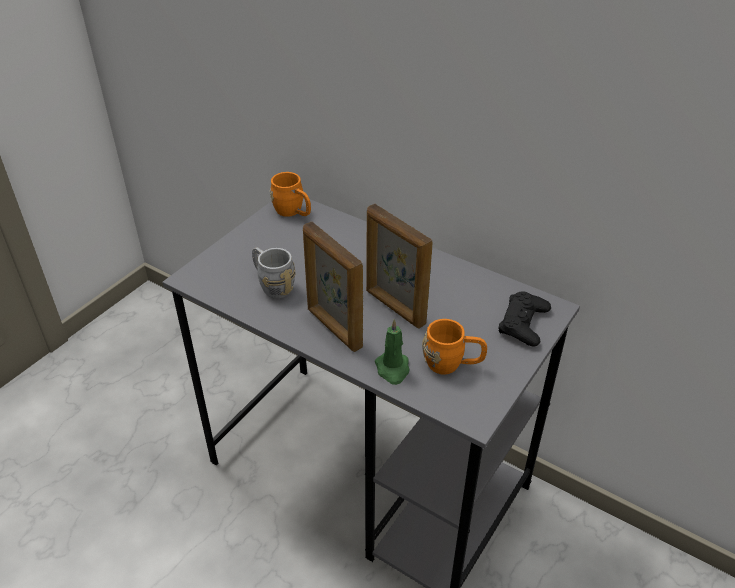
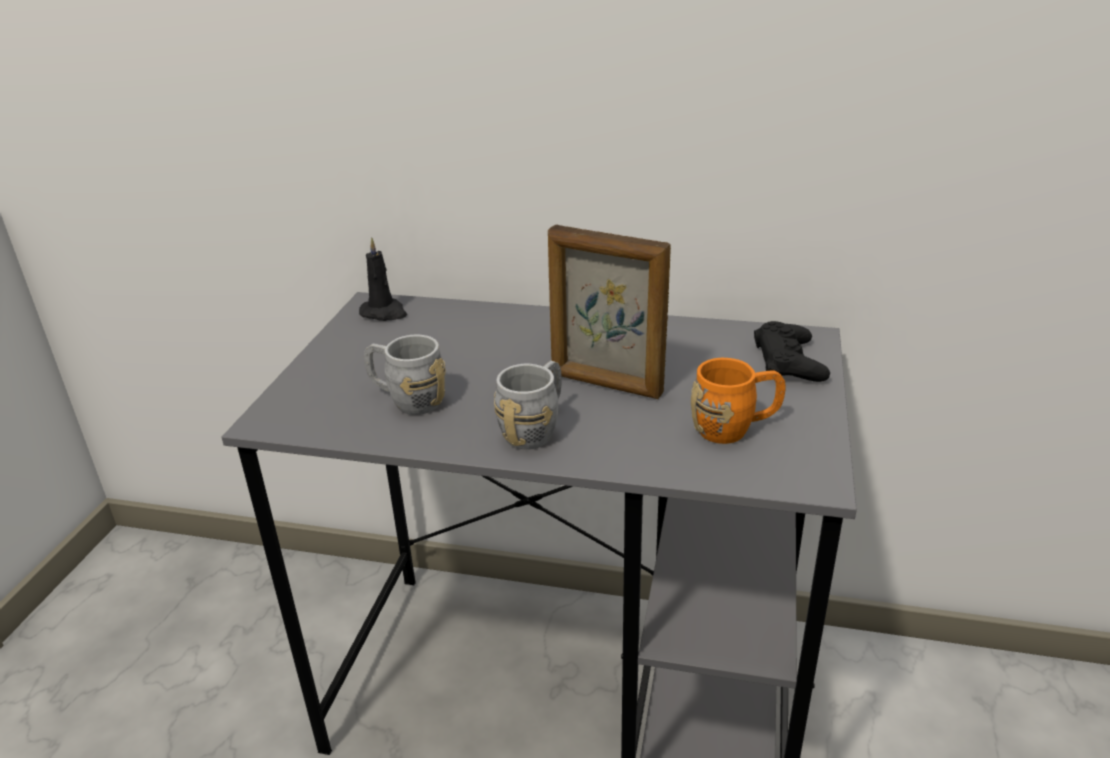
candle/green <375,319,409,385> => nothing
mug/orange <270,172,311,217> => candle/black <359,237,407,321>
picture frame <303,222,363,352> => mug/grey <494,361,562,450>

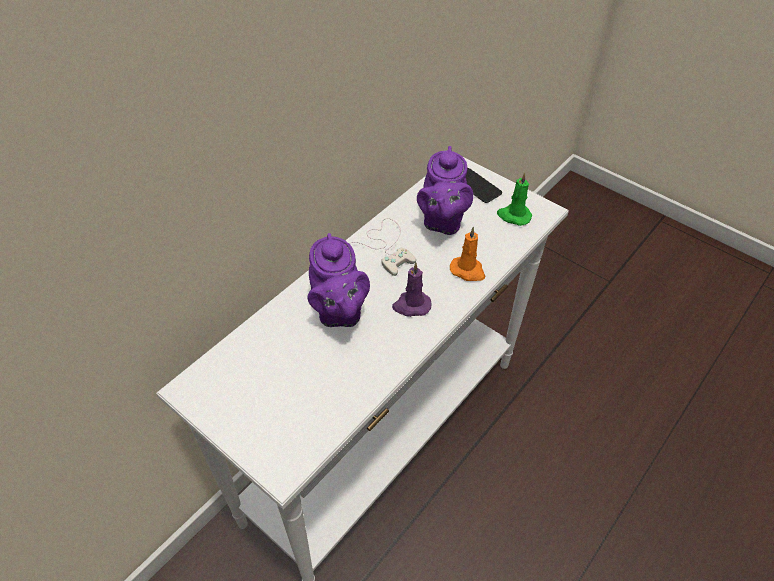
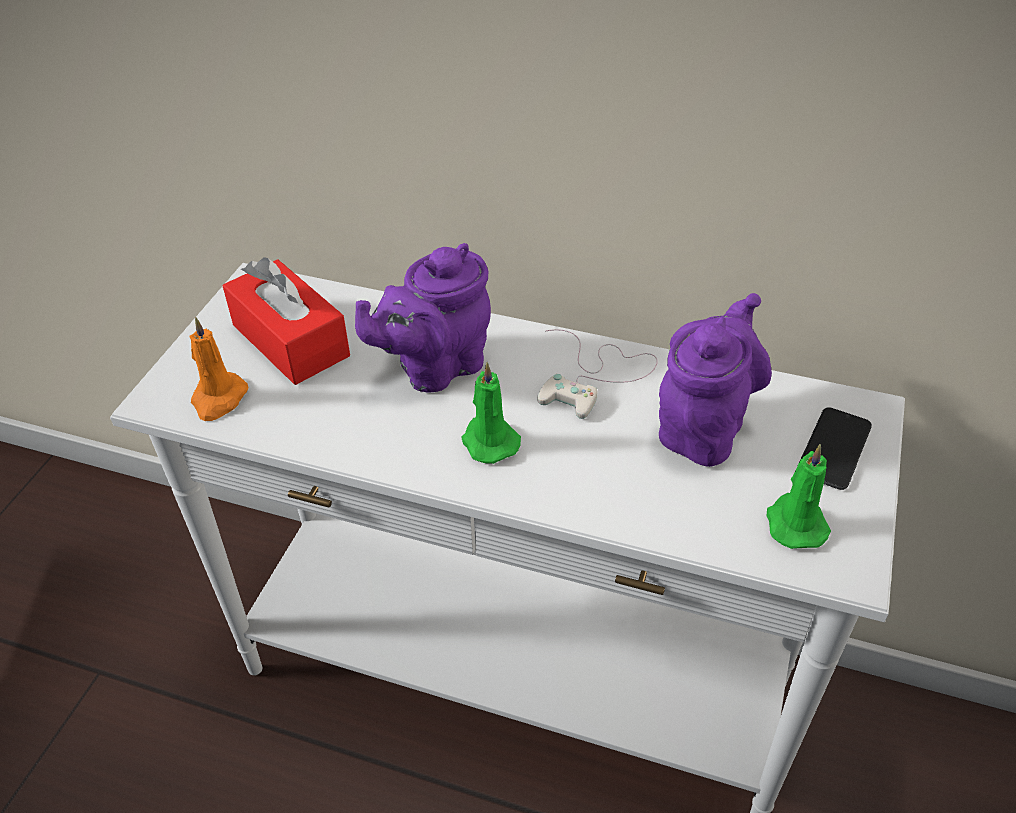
nothing => tissue box/red <223,257,350,385>
candle/orange <450,226,485,281> => candle/orange <189,317,248,421>, move
candle/purple <392,262,432,317> => candle/green <461,362,521,464>
teapot/purple <417,146,473,235> => teapot/purple <659,293,772,467>, 135 degrees clockwise

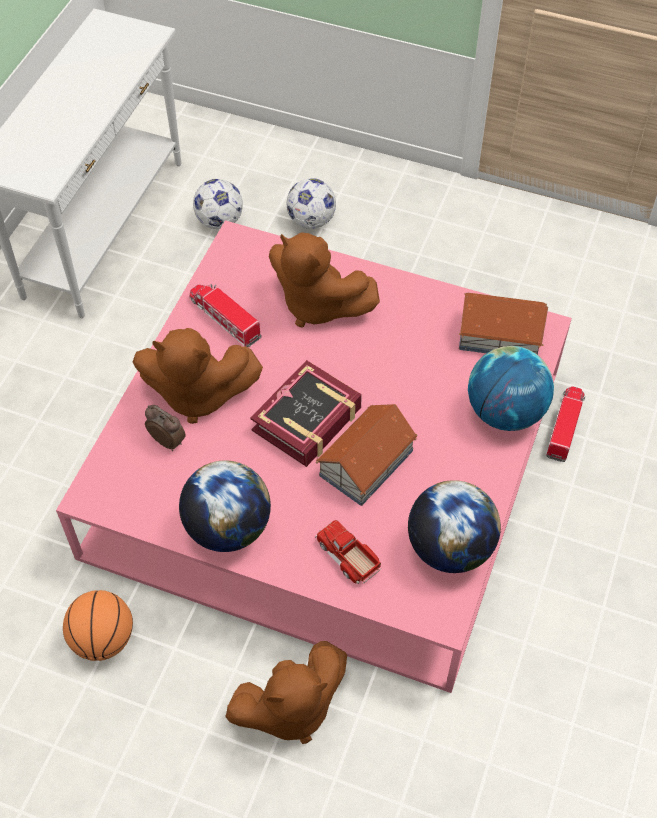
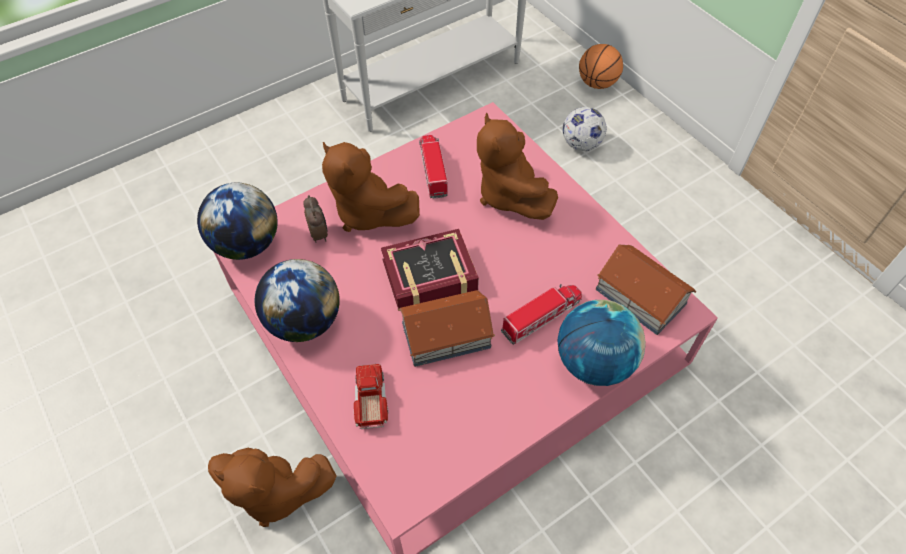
football <193,179,243,229> => nothing
basketball <63,590,133,661> => basketball <579,44,623,89>, move
globe <408,480,501,573> => globe <197,183,278,260>, move
toy truck <546,386,585,462> => toy truck <501,284,582,345>, move

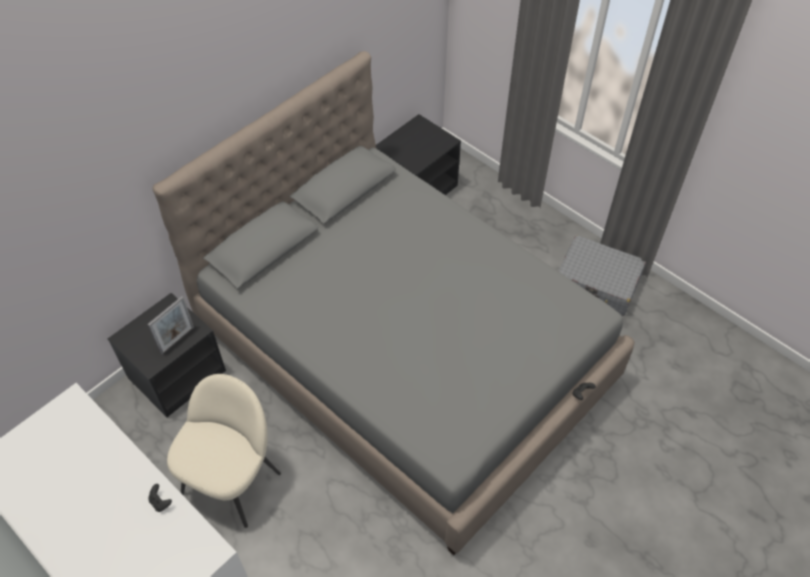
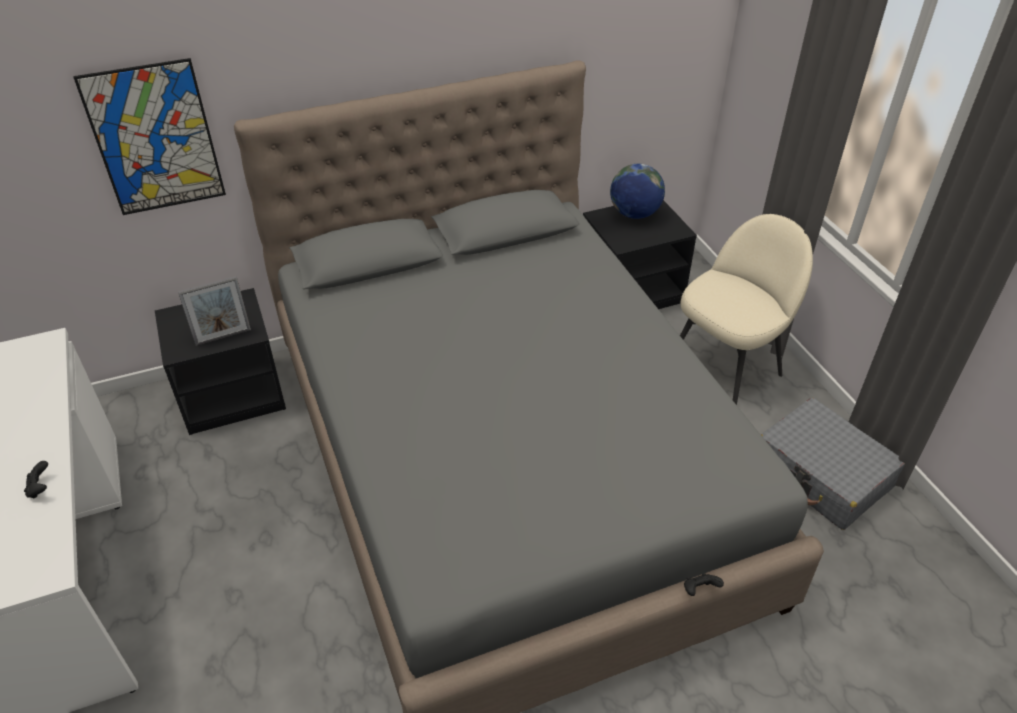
nothing => picture <73,58,226,215>
nothing => globe <610,164,665,219>
chair/beige <167,374,281,528> => chair/beige <680,214,813,405>, move

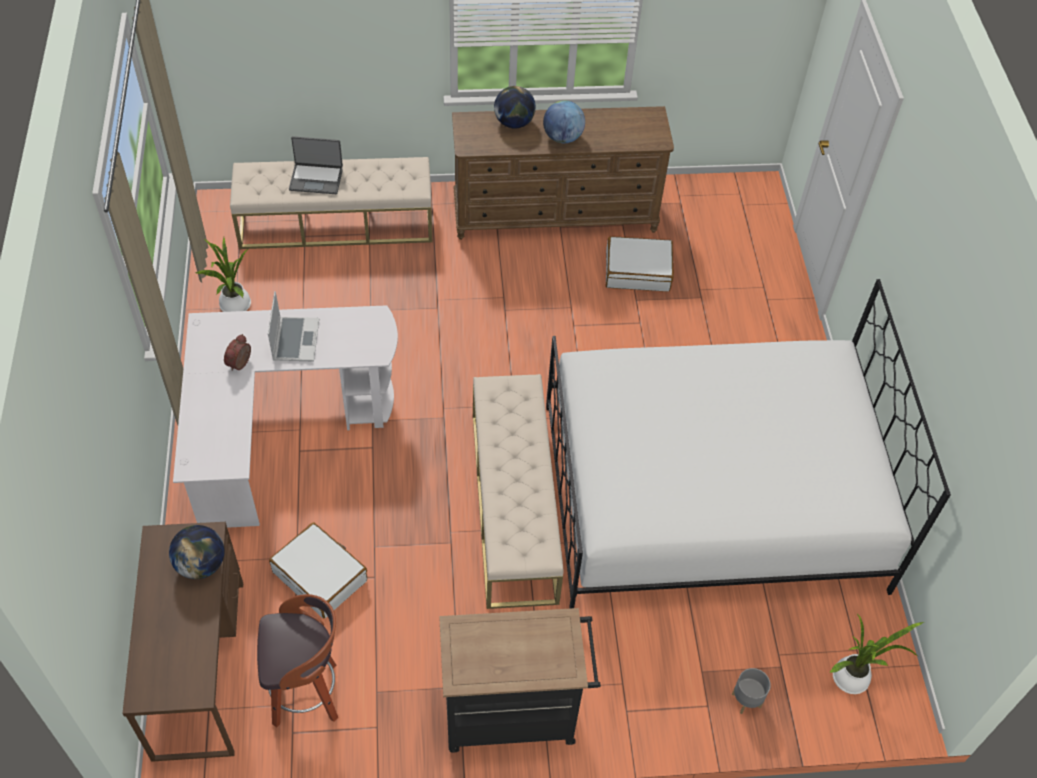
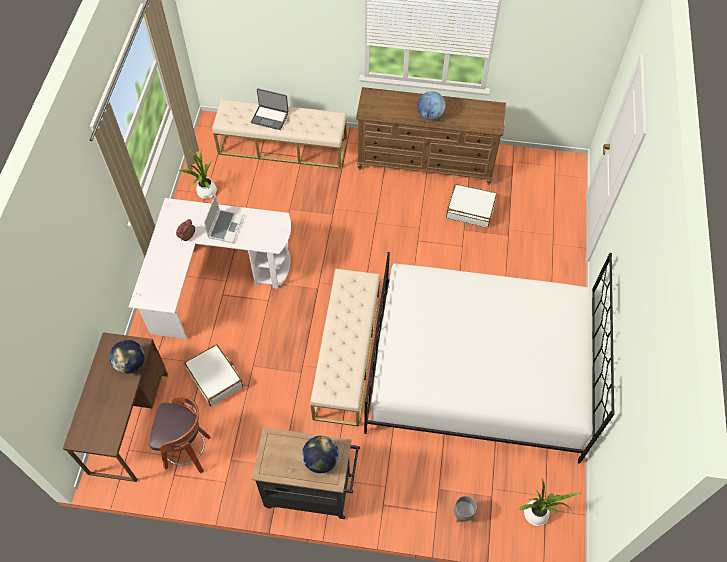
globe <494,86,536,129> => globe <302,436,339,473>, move

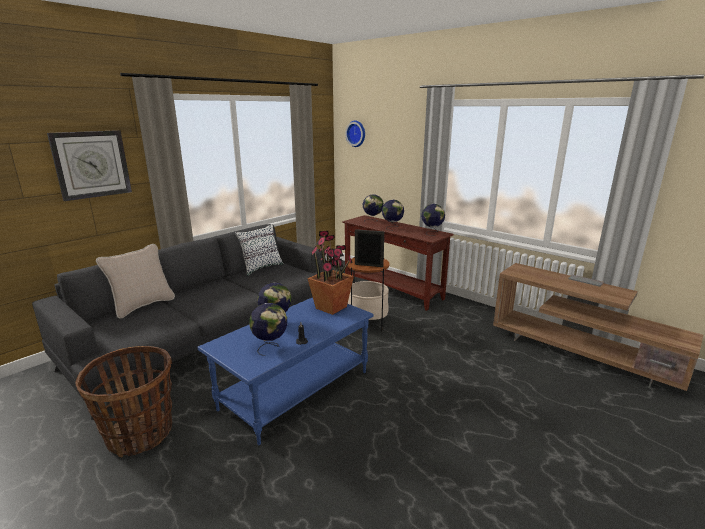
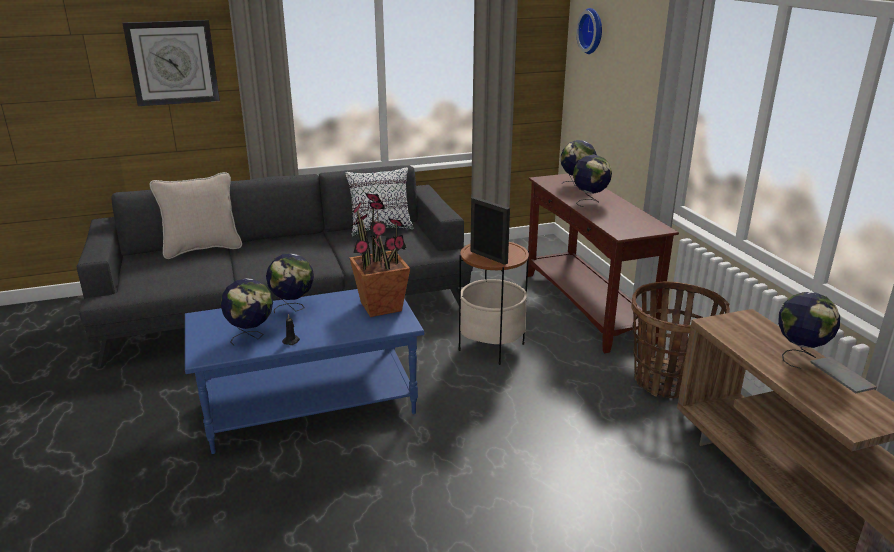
basket <75,346,172,458> => basket <631,281,730,398>, move
globe <421,204,445,236> => globe <778,292,840,369>, move

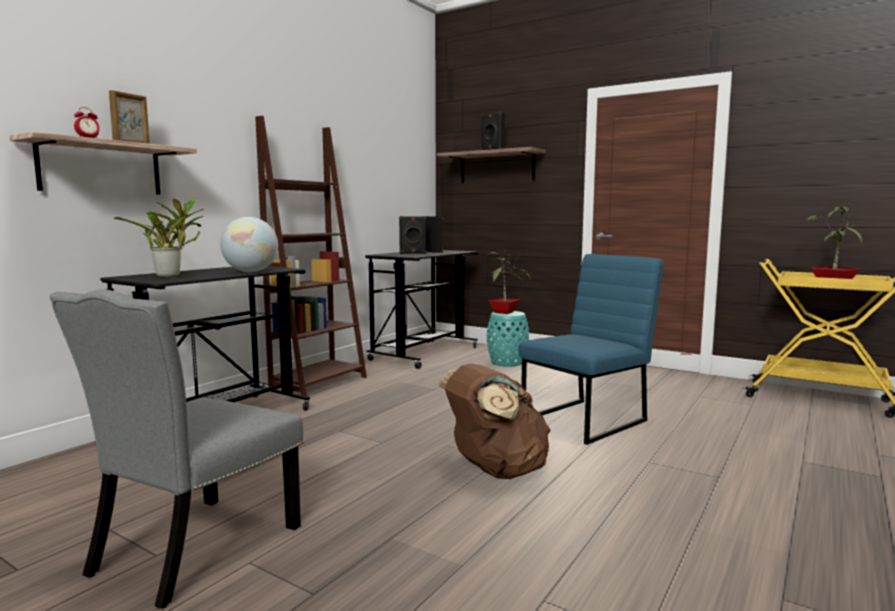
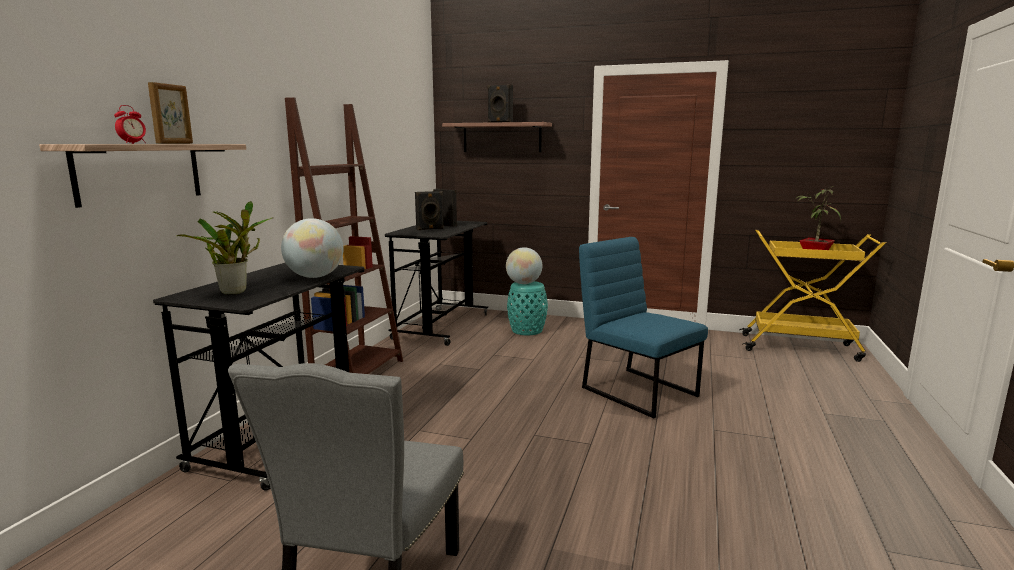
backpack/brown <438,363,550,479> => nothing
potted plant <486,249,531,314> => globe <506,247,542,284>
chair/blue <519,254,663,445> => chair/blue <579,237,708,418>, 75 degrees counterclockwise

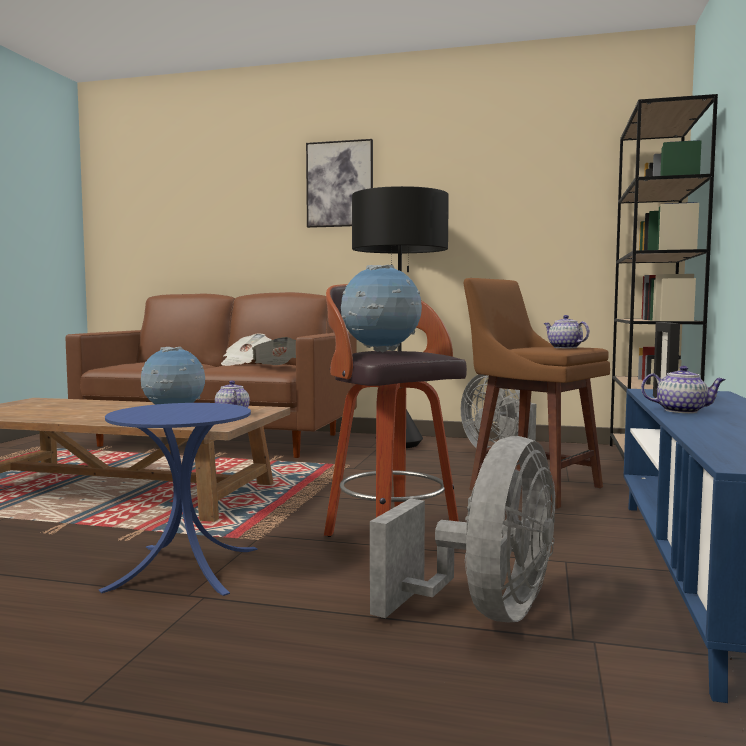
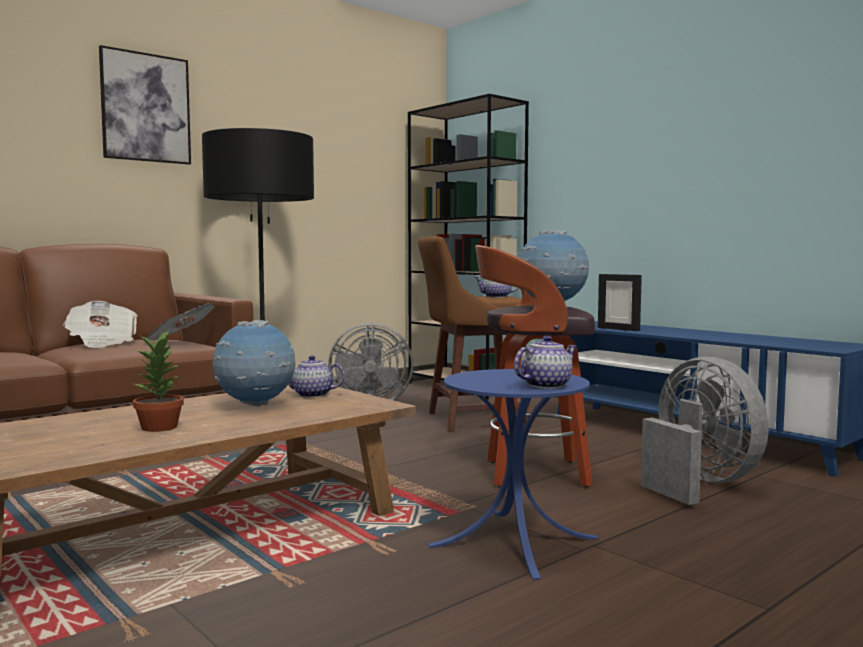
nothing => potted plant <133,330,184,432>
teapot <641,366,726,413> => teapot <514,335,577,389>, move

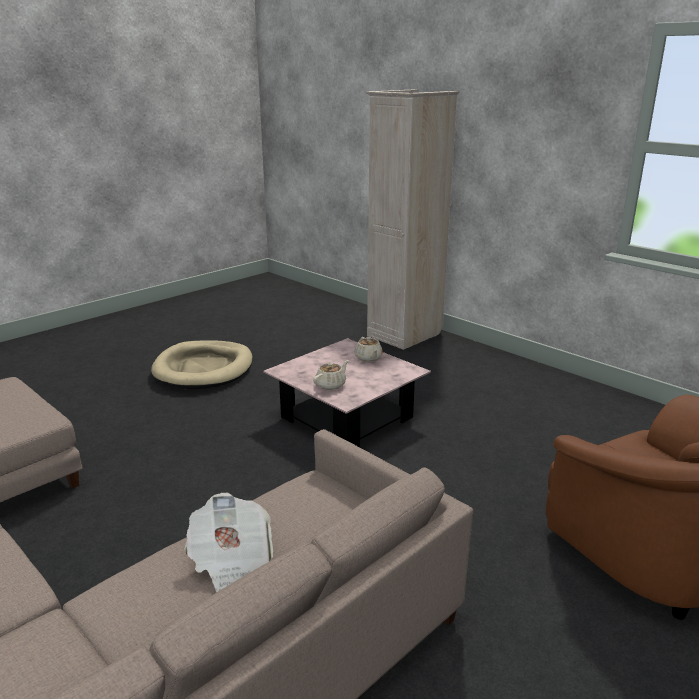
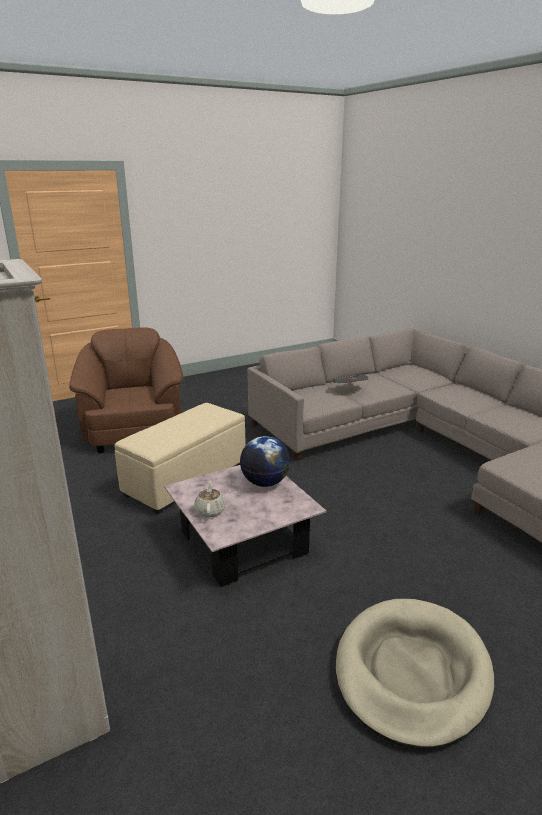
nothing => ottoman/beige <114,403,246,514>
teapot/beige <313,360,349,390> => globe <240,436,290,487>

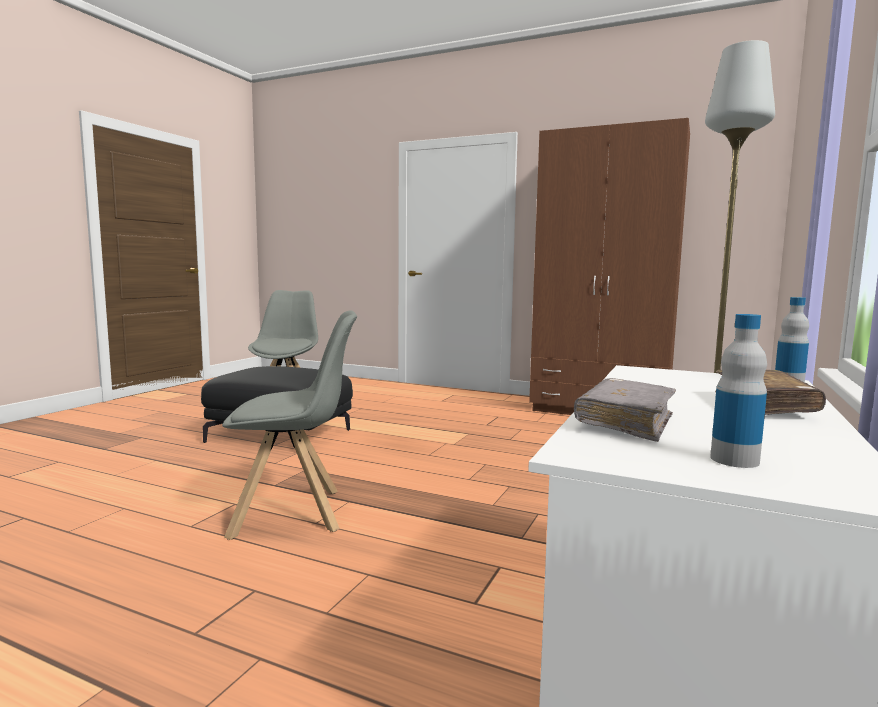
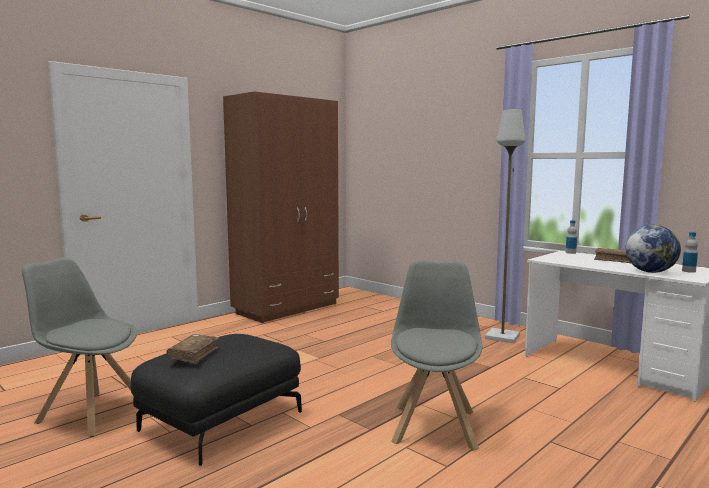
nothing => book/brown <167,334,219,364>
book/grey <574,378,676,442> => globe <626,225,681,273>

